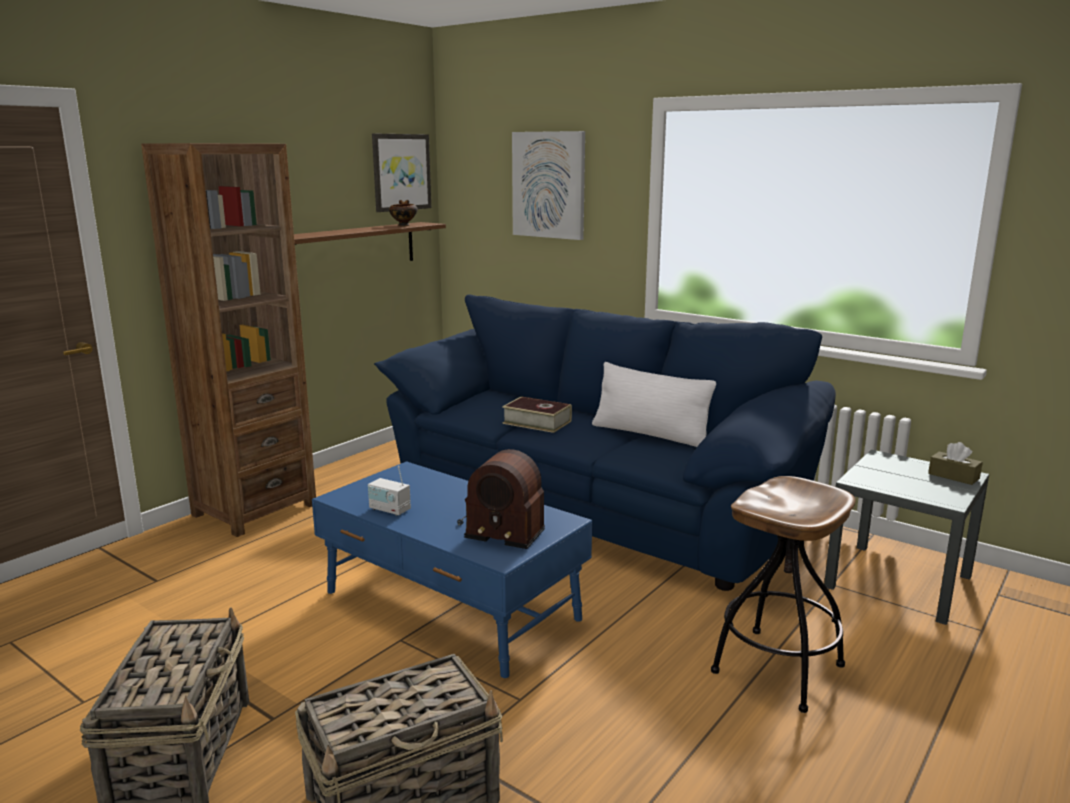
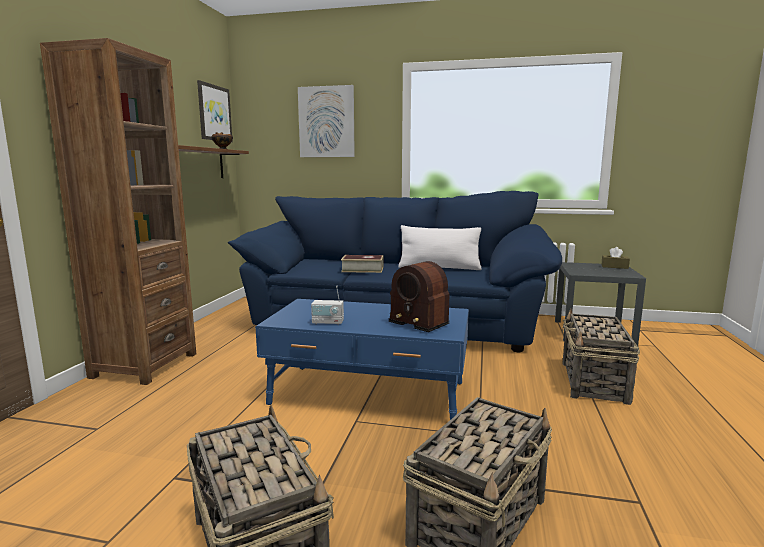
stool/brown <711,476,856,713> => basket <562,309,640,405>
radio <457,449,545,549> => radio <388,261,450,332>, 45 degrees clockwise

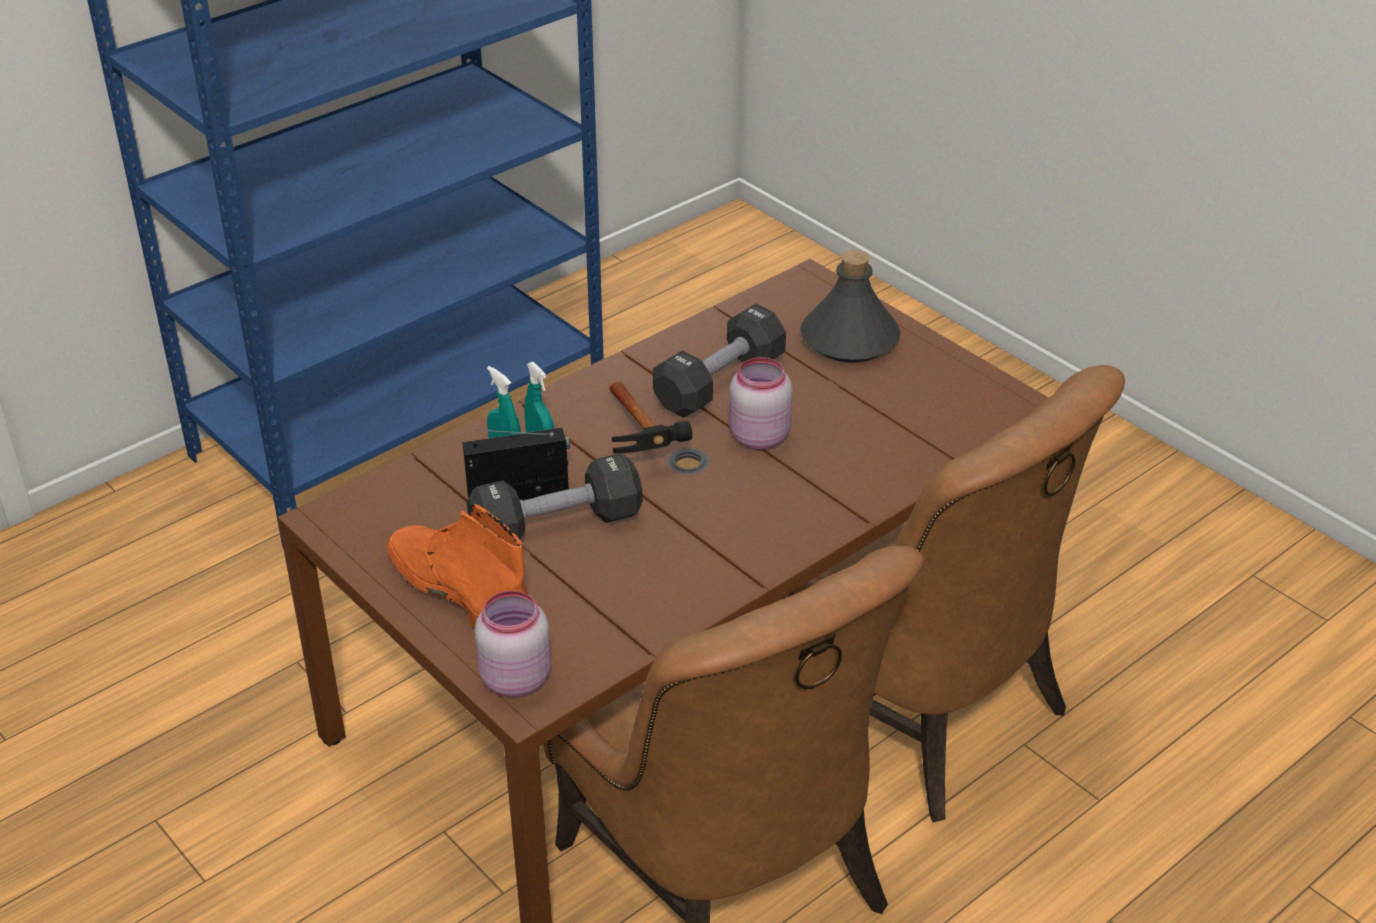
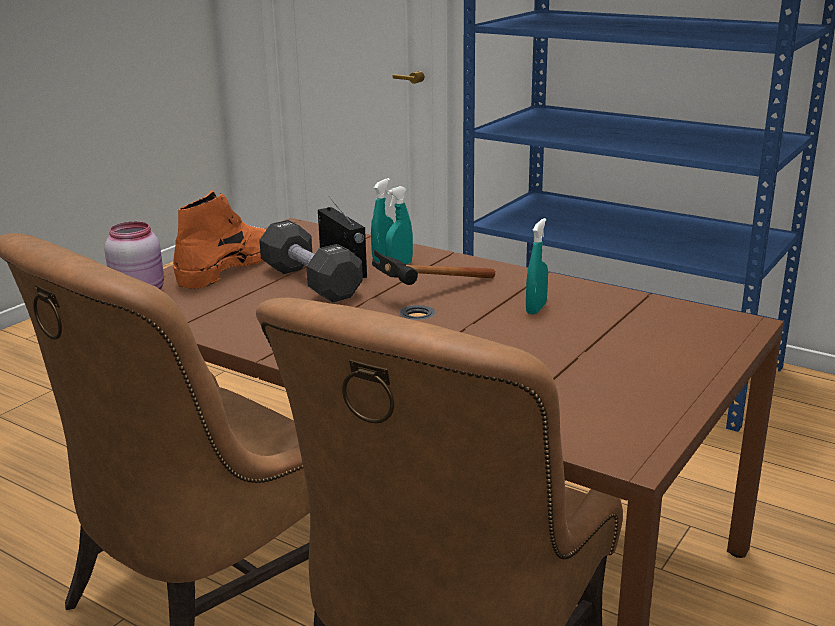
jar/pink <729,357,793,450> => nothing
bottle/grey <800,250,900,363> => nothing
dumbbell/black <653,304,786,418> => spray bottle/turquoise <526,218,548,315>

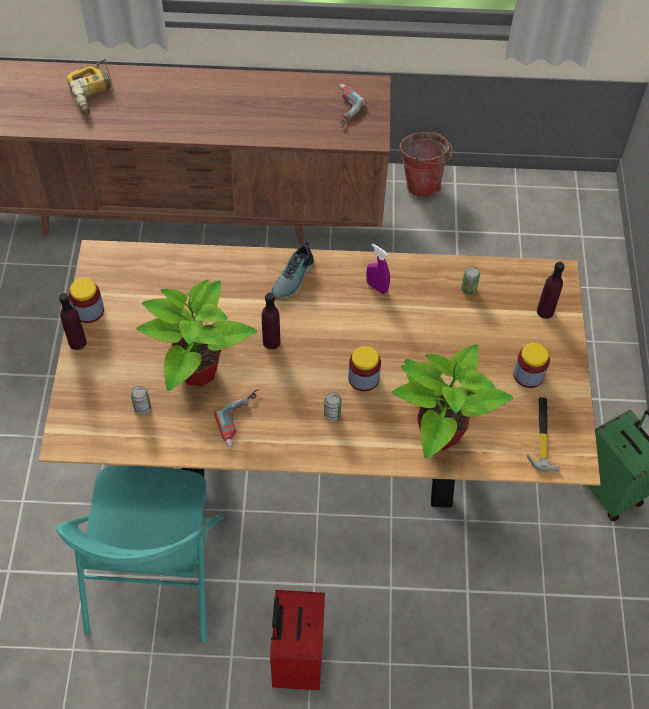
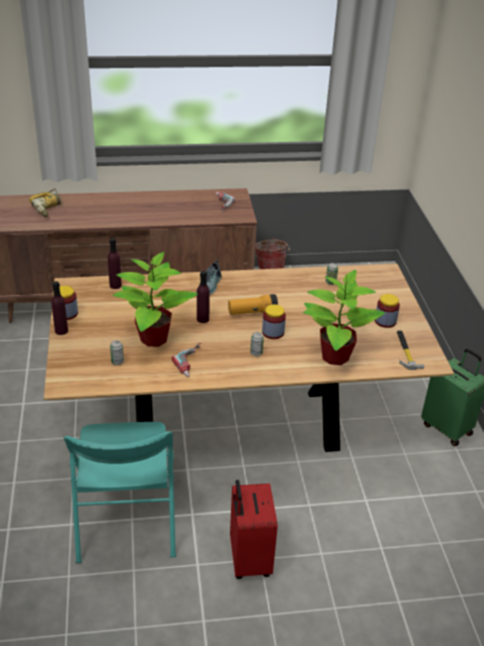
spray bottle/purple <366,244,390,294> => nothing
nothing => flashlight <228,294,278,315>
bottle/purple <537,262,565,319> => bottle/purple <108,238,122,289>, move

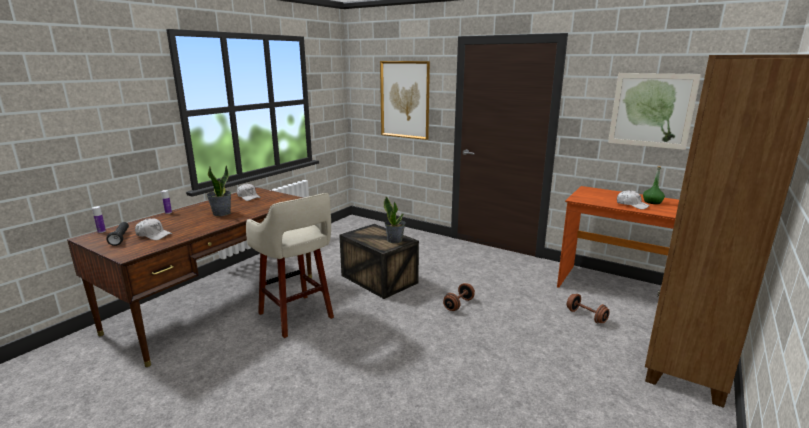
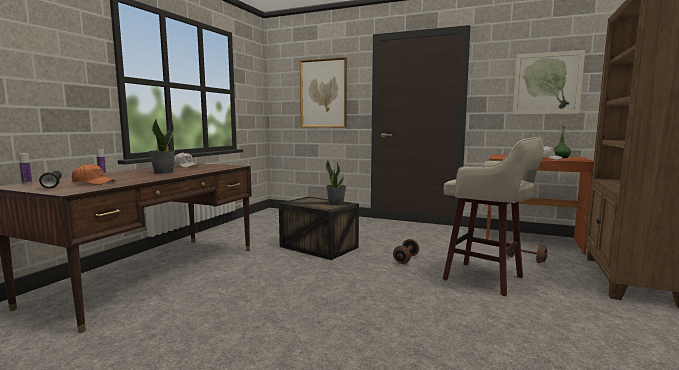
stool/beige <246,193,334,338> => stool/beige <443,137,544,296>, move
cap/white <135,219,172,240> => cap/orange <72,164,115,185>

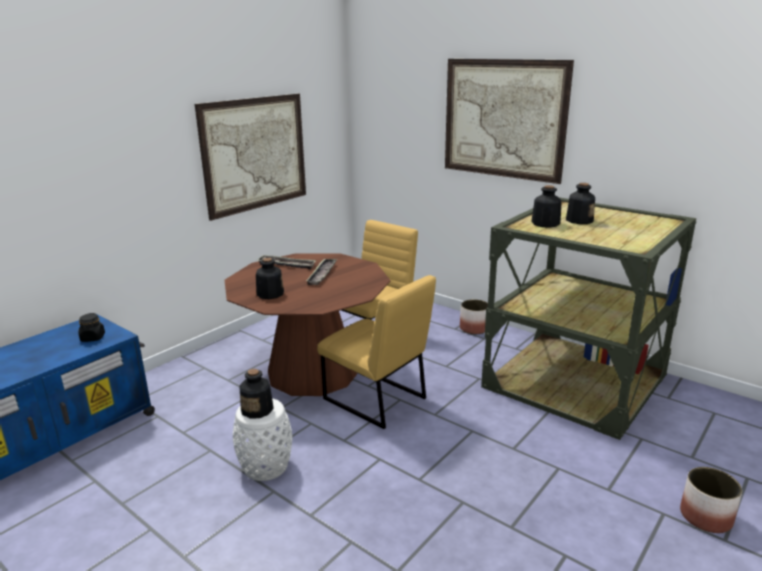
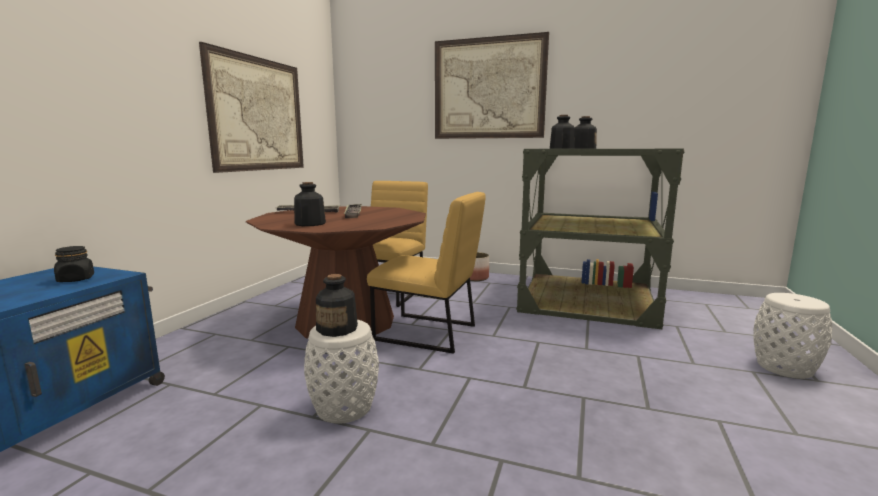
planter <680,467,742,533> => stool/white <753,293,832,379>

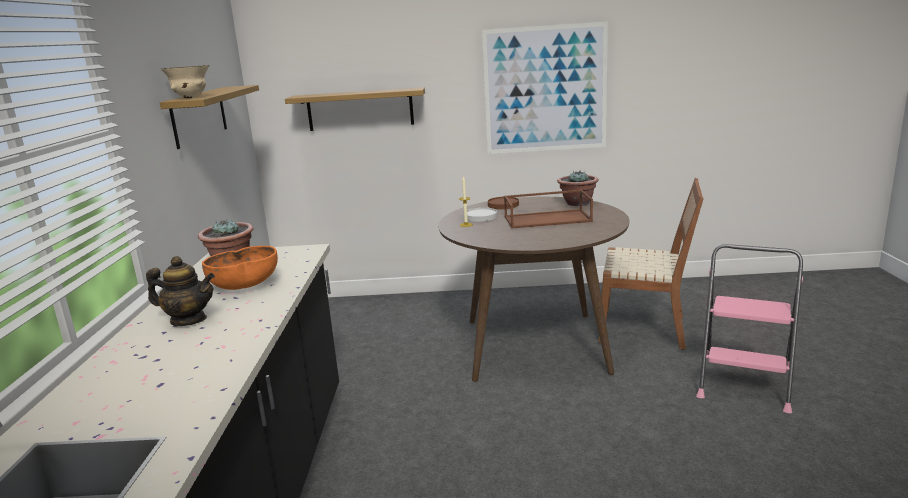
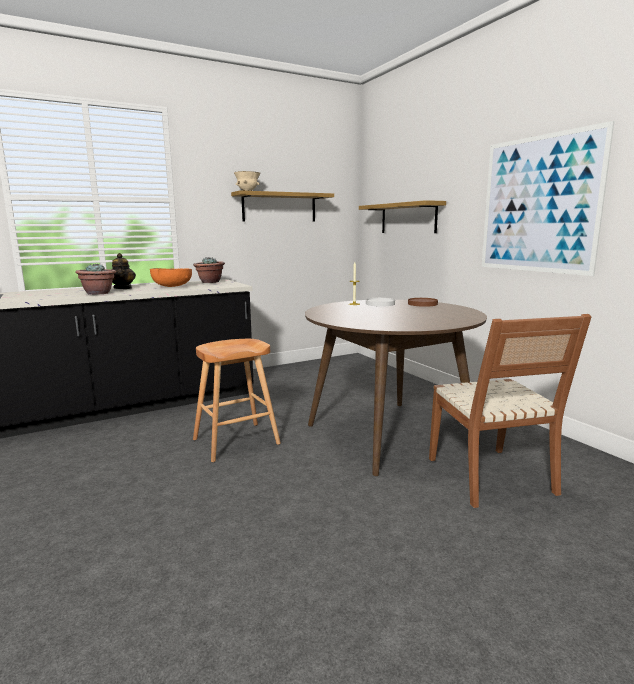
tray/brown <504,189,593,229> => nothing
step ladder/pink <696,244,803,413> => nothing
nothing => stool/brown <193,339,281,462>
potted plant <557,170,599,206> => potted plant <75,263,116,295>, move

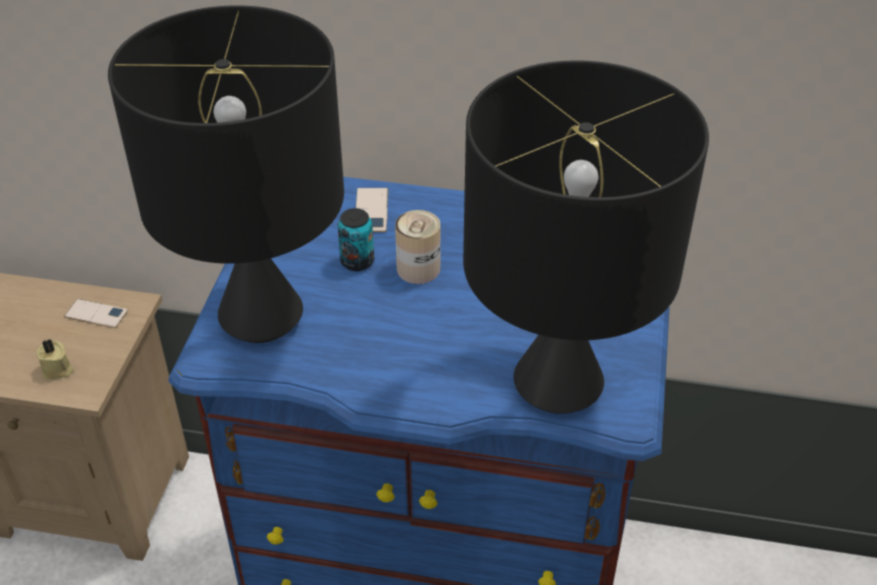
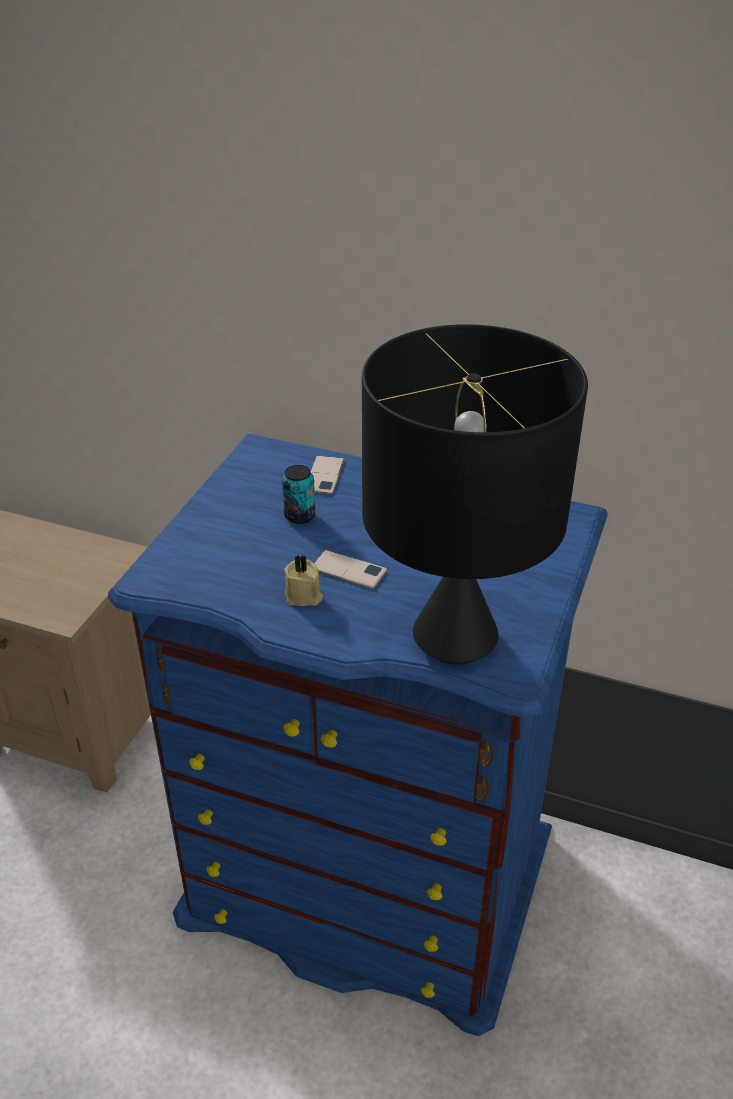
table lamp/black <108,5,344,343> => nothing
can <395,210,440,284> => nothing
candle/beige <36,339,73,380> => candle/beige <284,555,323,606>, move
phone <64,299,128,328> => phone <315,550,388,589>, move

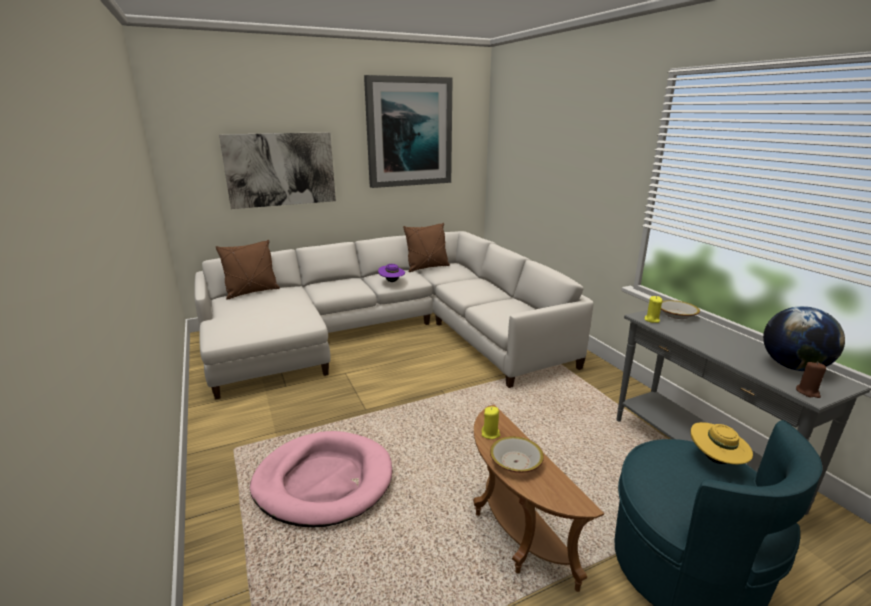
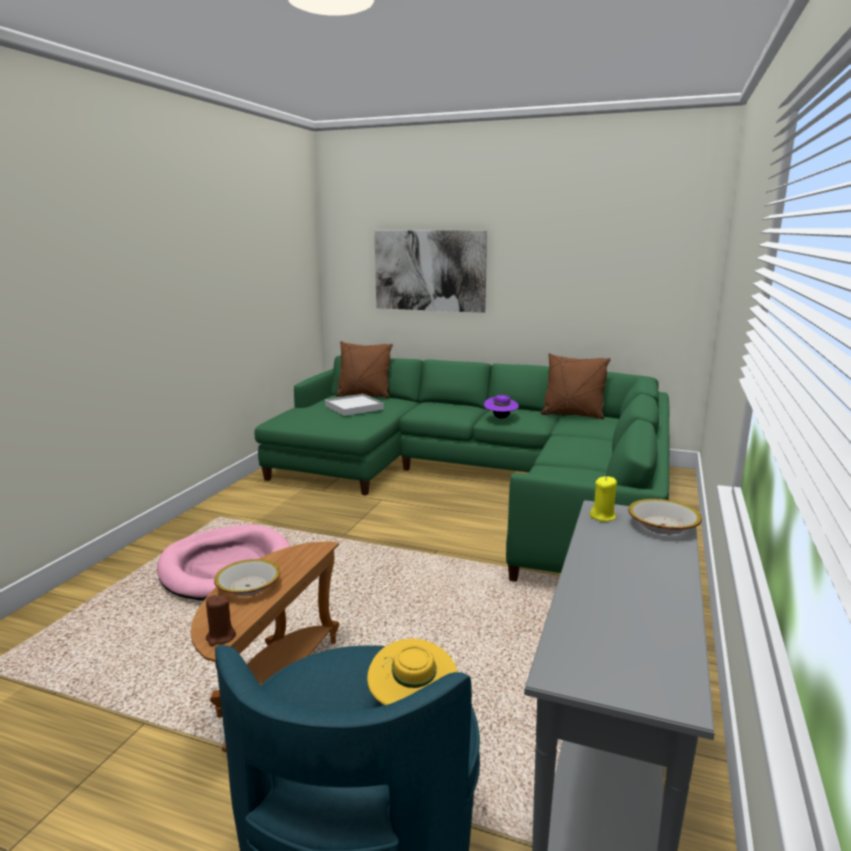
picture <364,75,453,188> => nothing
candle/yellow <481,406,500,439> => nothing
globe <763,306,845,371> => nothing
nothing => tray/white <325,394,384,416>
candle/brown <796,362,826,398> => candle/brown <206,595,236,646>, move
sofa/white <194,231,594,400> => sofa/green <254,356,670,582>

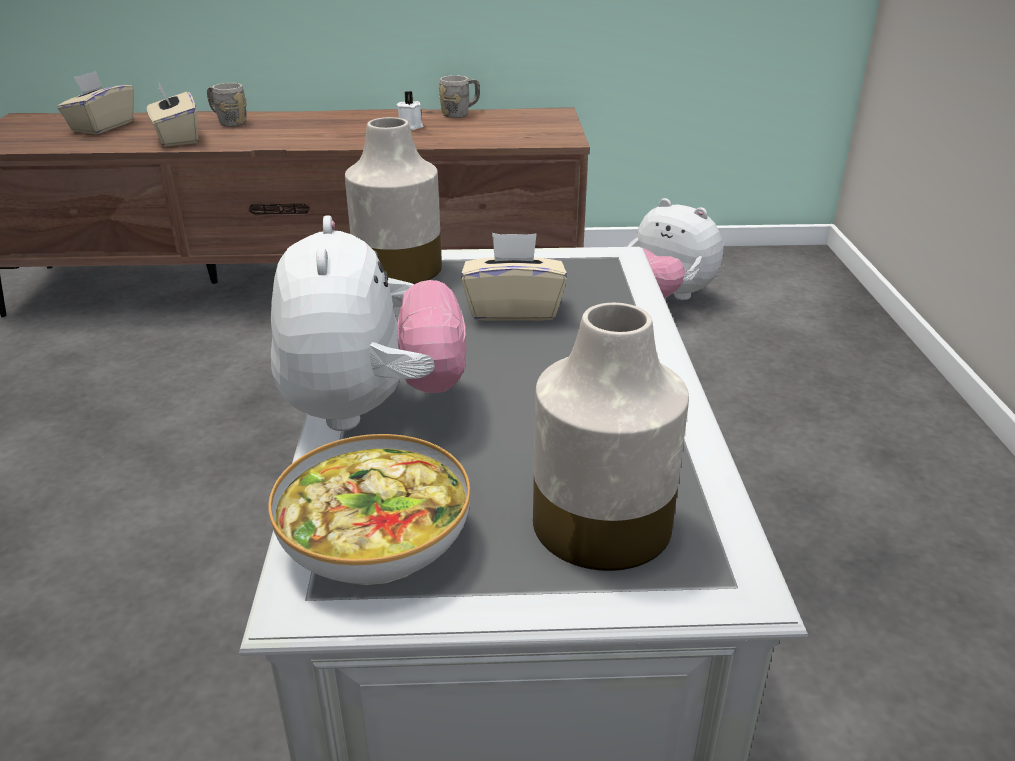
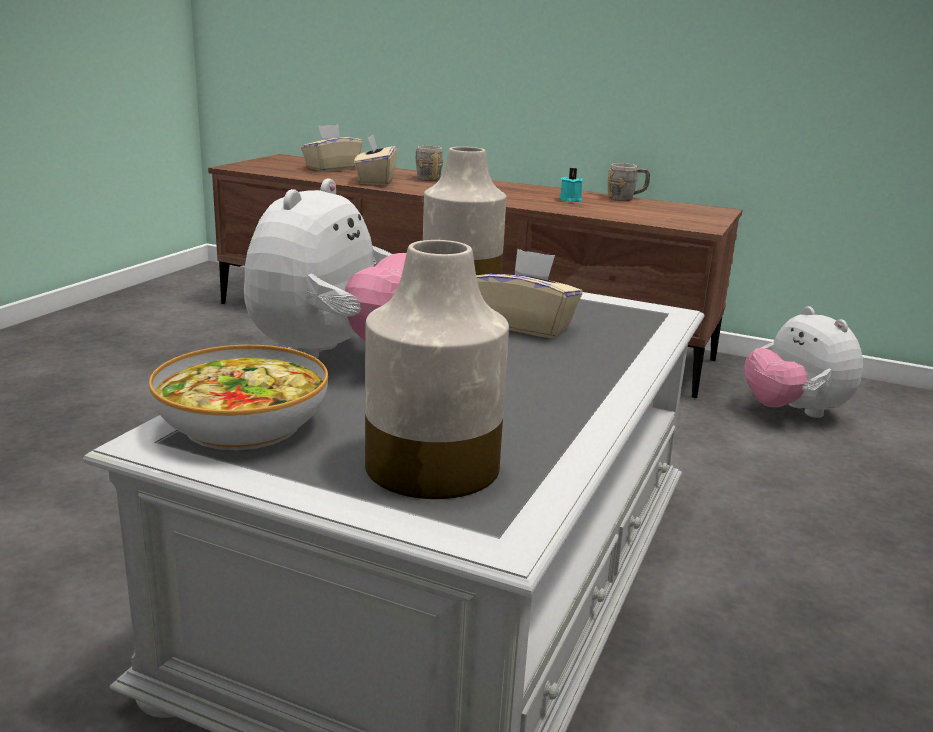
candle/white <397,91,423,130> => candle/turquoise <559,168,583,202>

